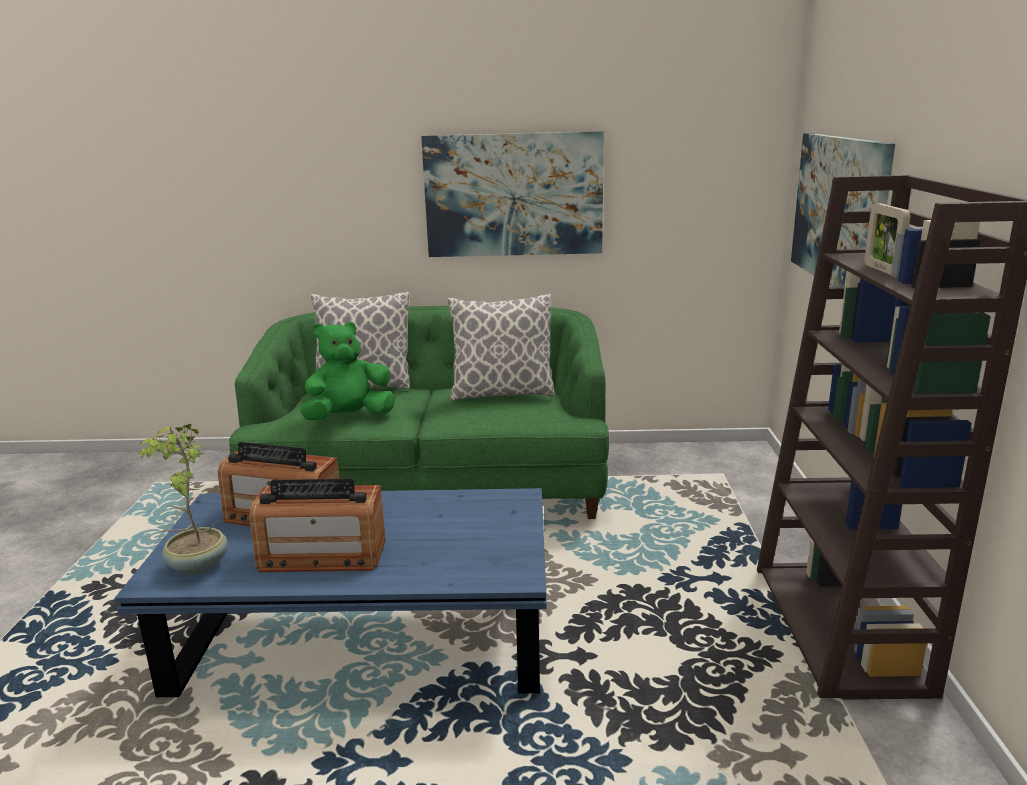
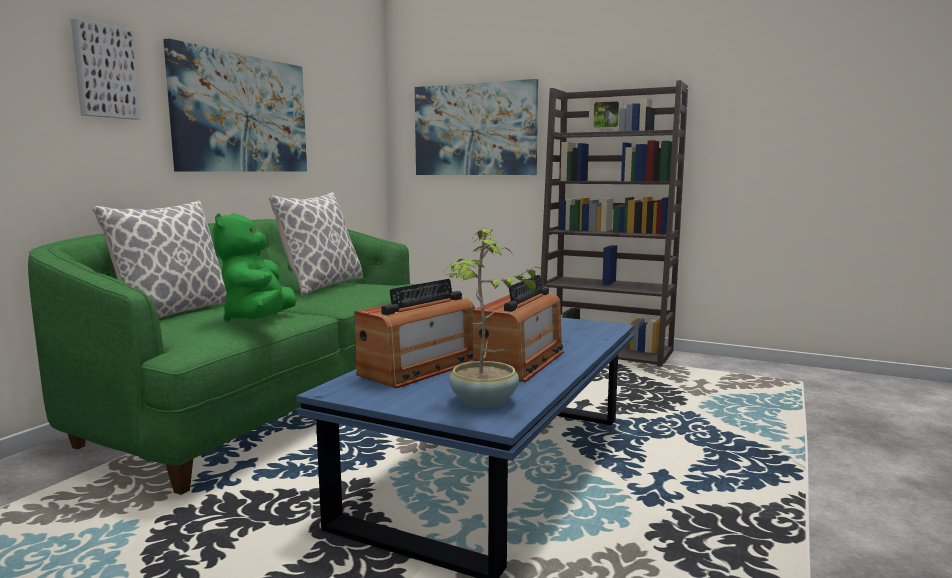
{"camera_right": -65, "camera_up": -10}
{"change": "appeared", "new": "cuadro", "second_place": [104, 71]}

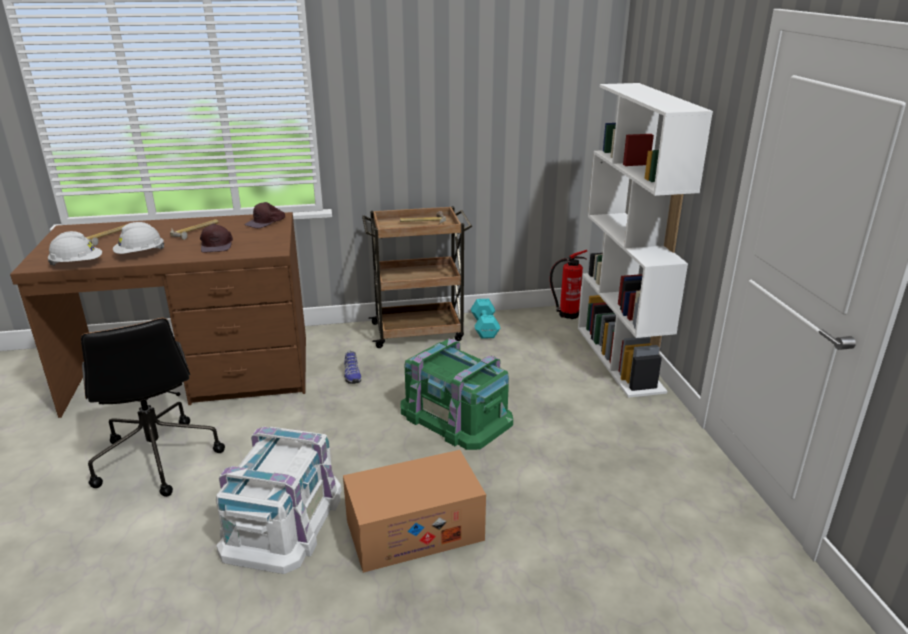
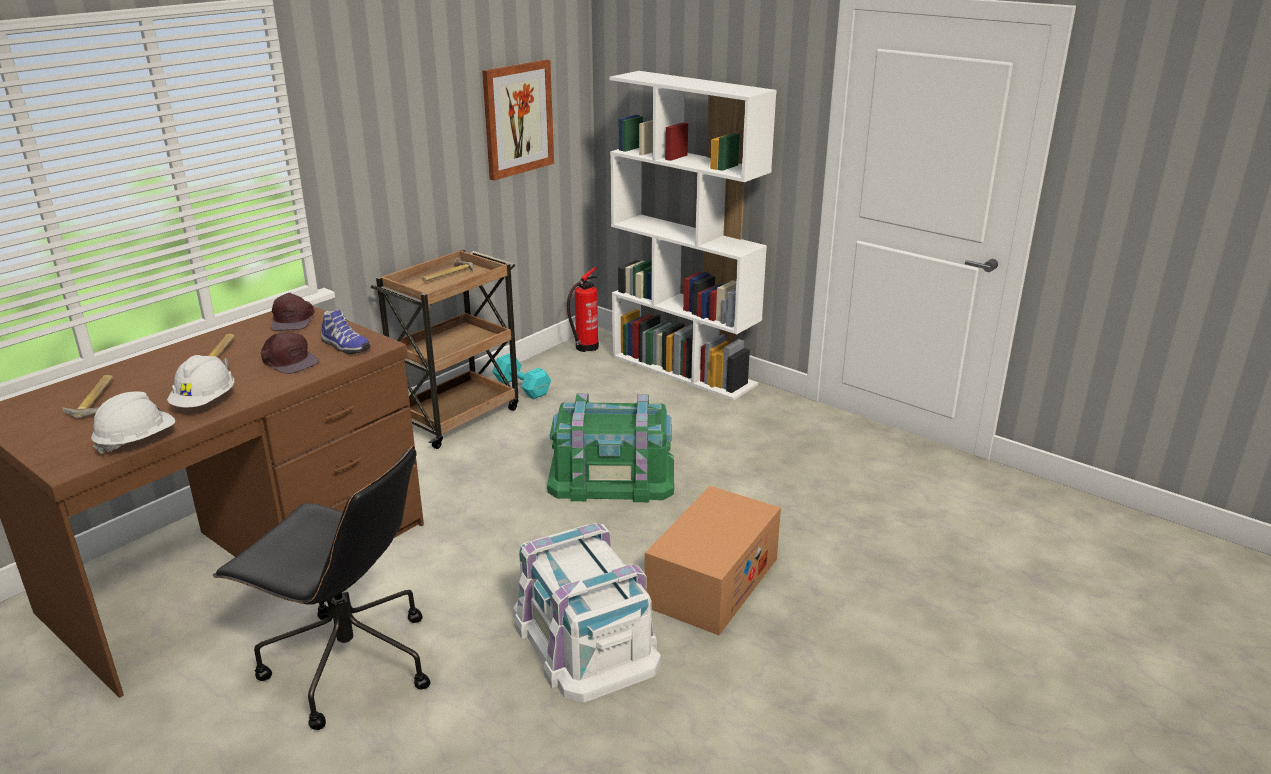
{"camera_right": -40, "camera_up": 0}
{"change": "relocated", "old": "zapato", "first_place": [351, 375], "second_place": [344, 347]}
{"change": "appeared", "new": "cuadro", "second_place": [517, 119]}

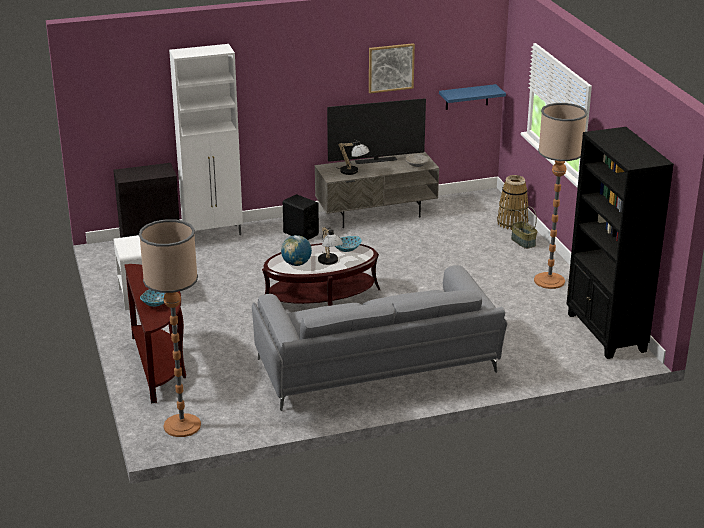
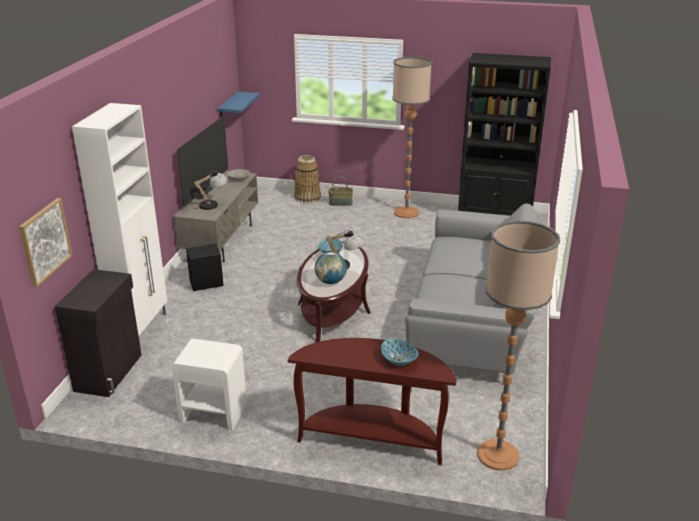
{"camera_right": -60, "camera_up": 0}
{"change": "relocated", "old": "cuadro", "first_place": [391, 67], "second_place": [45, 241]}

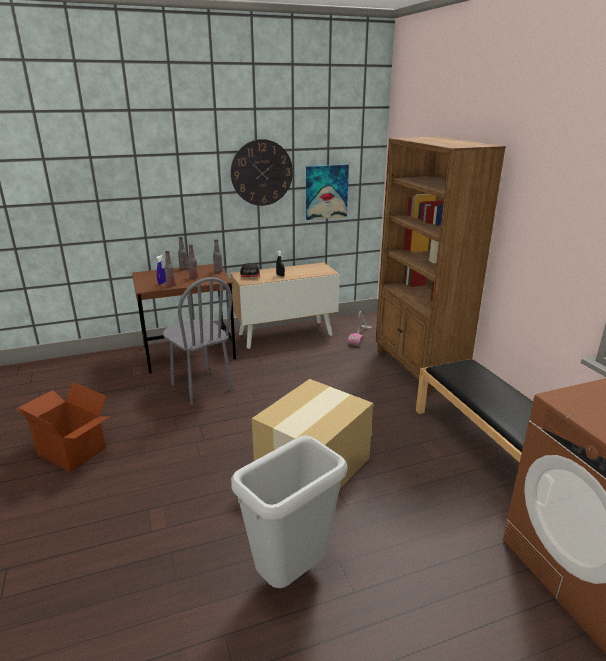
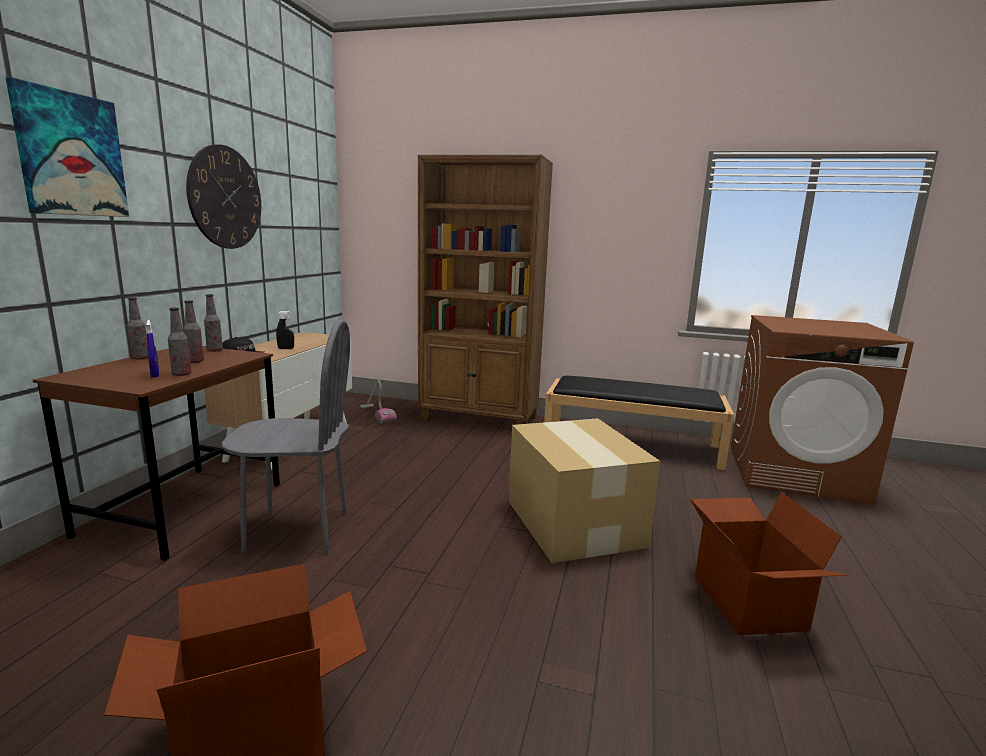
{"camera_right": -55, "camera_up": -10}
{"change": "relocated", "old": "cuadro", "first_place": [326, 192], "second_place": [70, 155]}
{"change": "exchanged", "old": "papelera (gris)", "new": "caja de cartón", "first_place": [291, 576], "second_place": [746, 603]}

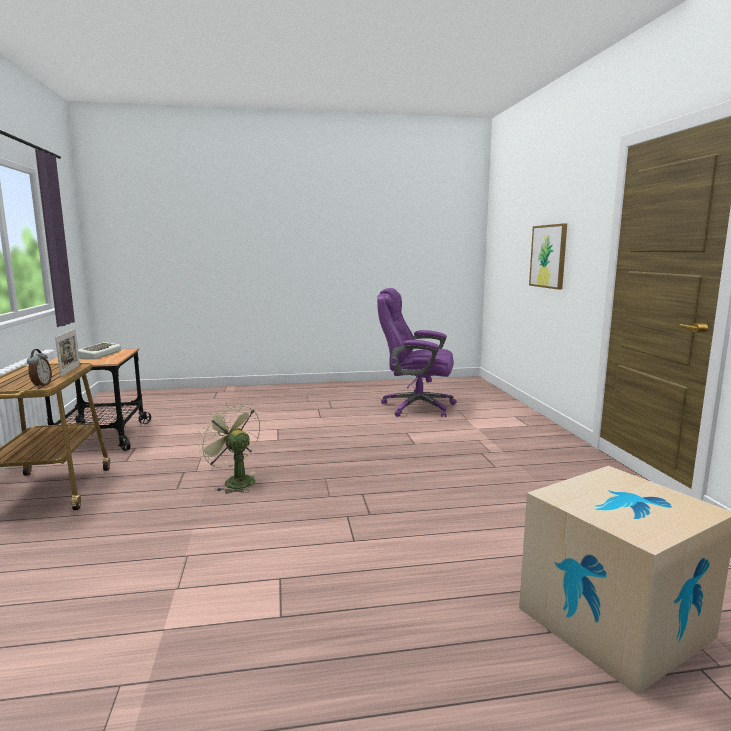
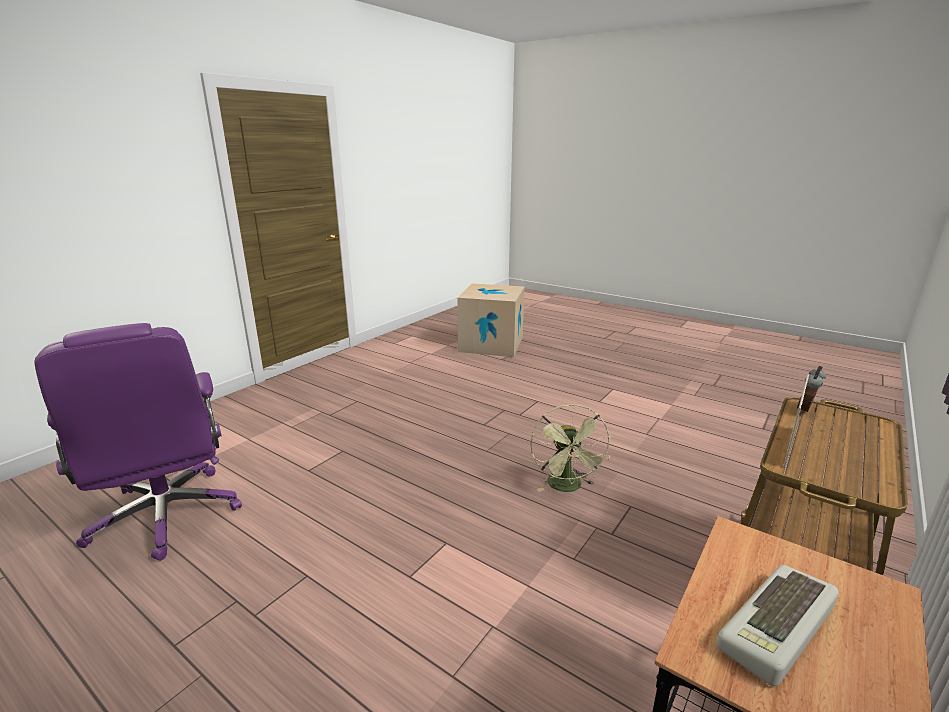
{"camera_right": -135, "camera_up": 10}
{"change": "missing", "old": "cuadro", "first_place": [548, 256]}

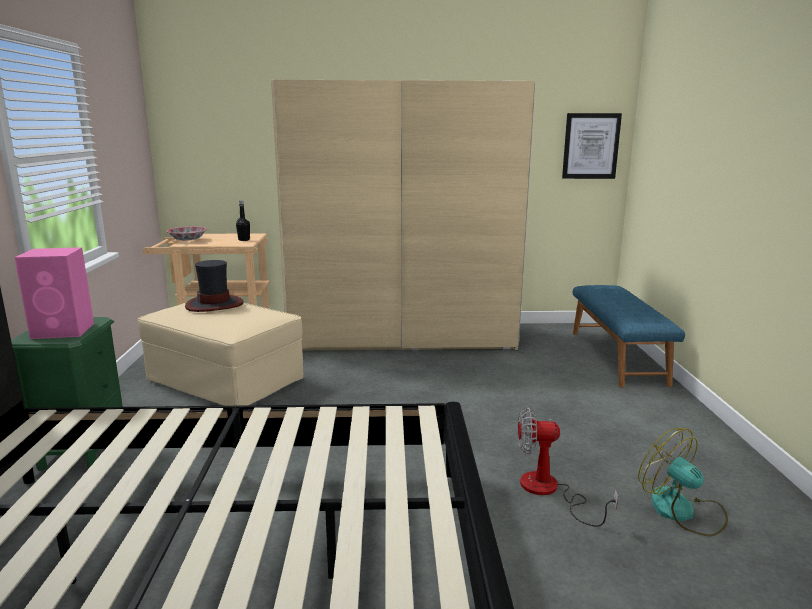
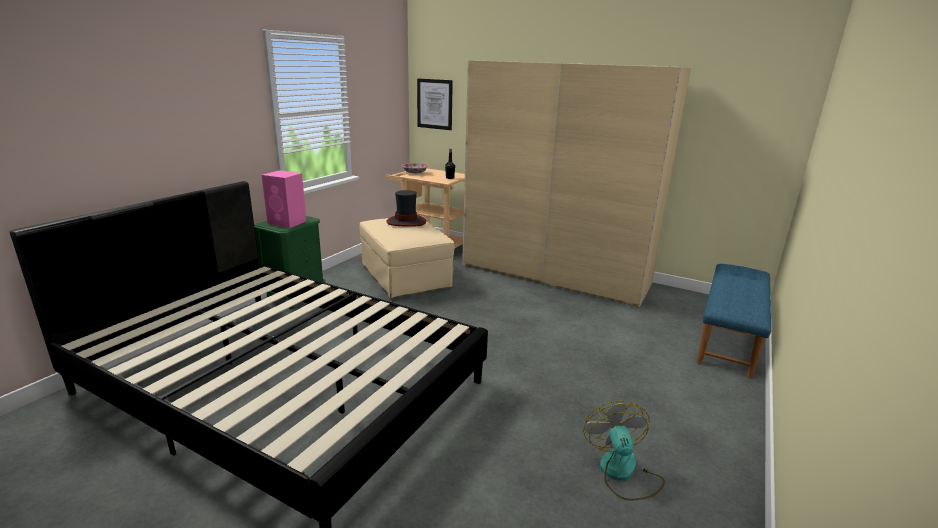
{"camera_right": 30, "camera_up": 5}
{"change": "relocated", "old": "cuadro", "first_place": [591, 146], "second_place": [435, 104]}
{"change": "missing", "old": "ventilador", "first_place": [549, 491]}

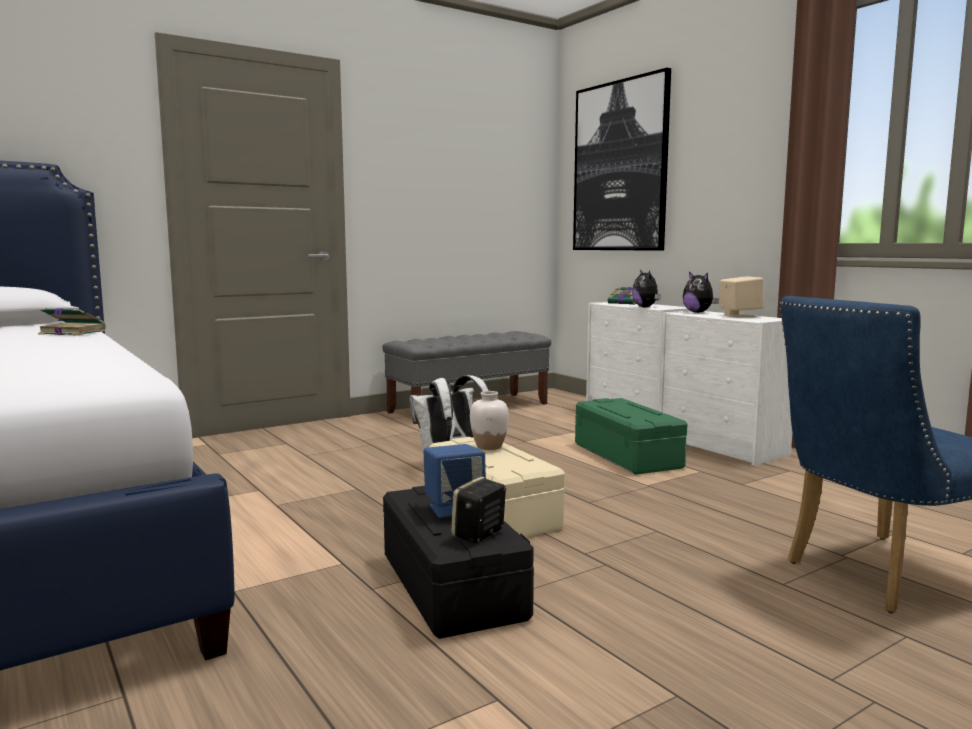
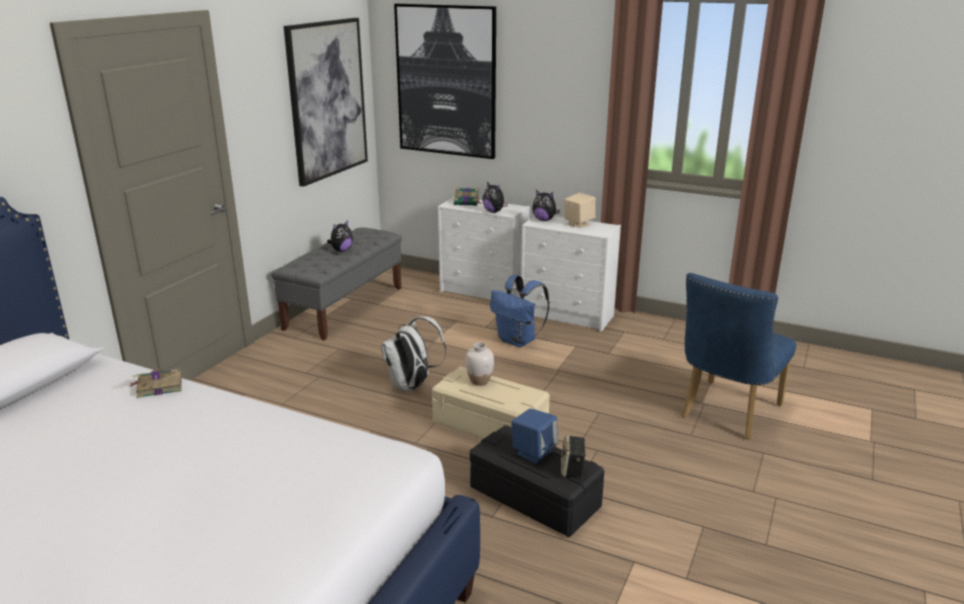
{"camera_right": -30, "camera_up": 15}
{"change": "appeared", "new": "cuadro", "second_place": [327, 100]}
{"change": "appeared", "new": "peluche", "second_place": [341, 250]}
{"change": "exchanged", "old": "caja de almacenaje (verde)", "new": "mochila (azul)", "first_place": [628, 455], "second_place": [518, 341]}

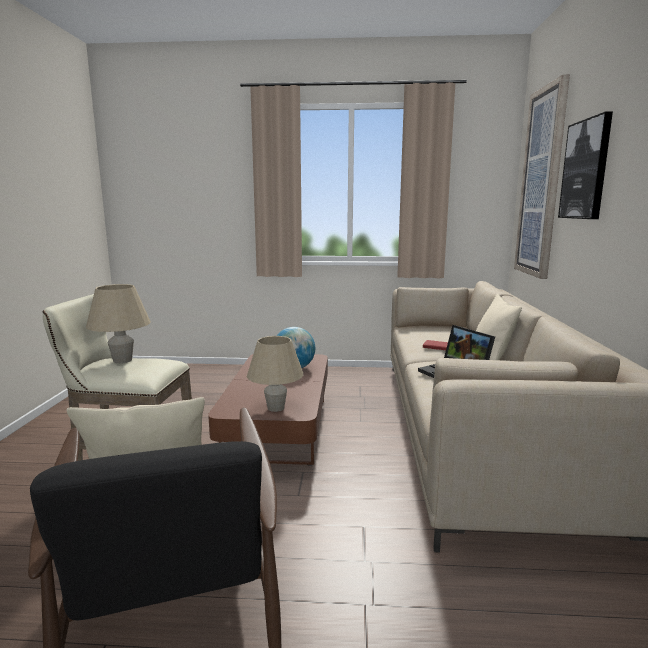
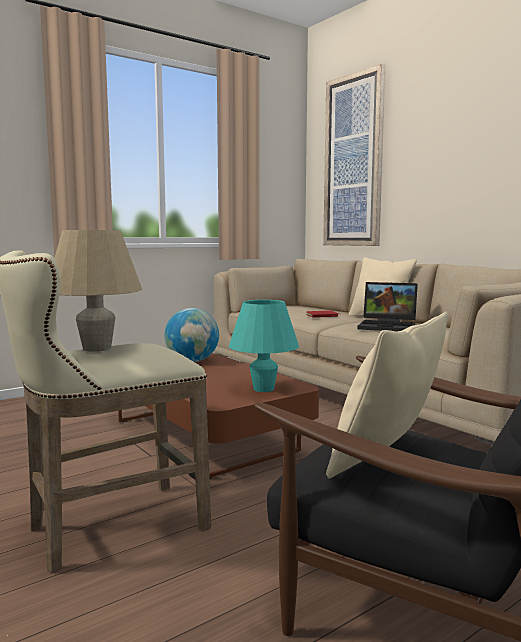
{"camera_right": -40, "camera_up": -5}
{"change": "colour", "old": "lámpara de mesa (beis)", "new": "lámpara de mesa (turquesa)", "first_place": [275, 408], "second_place": [263, 389]}
{"change": "missing", "old": "cuadro", "first_place": [586, 169]}

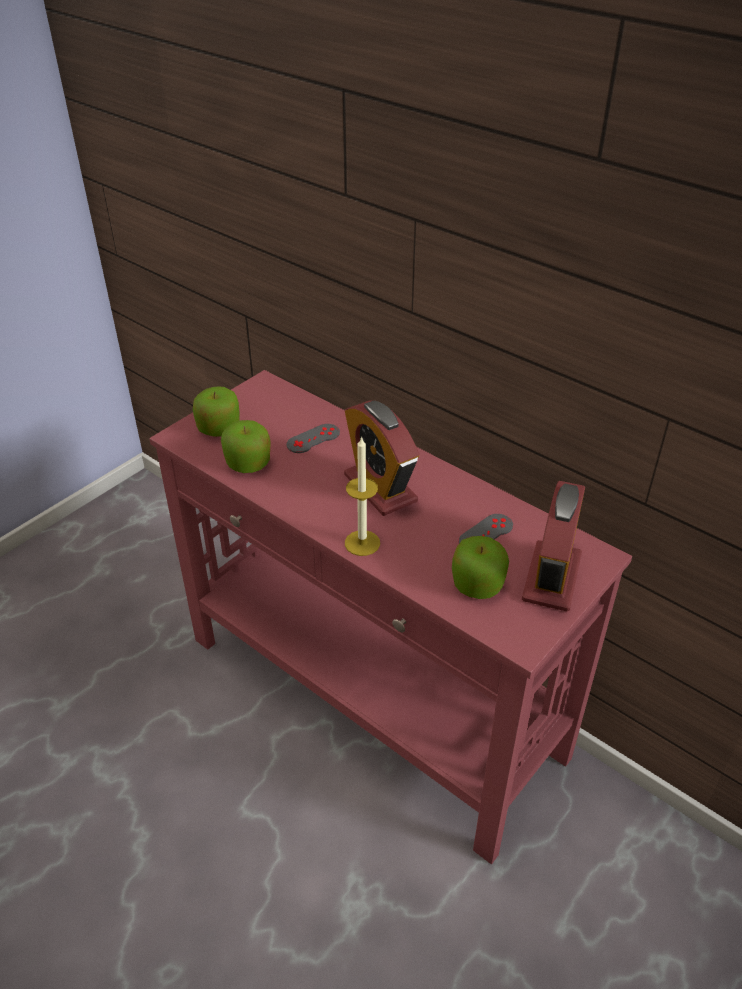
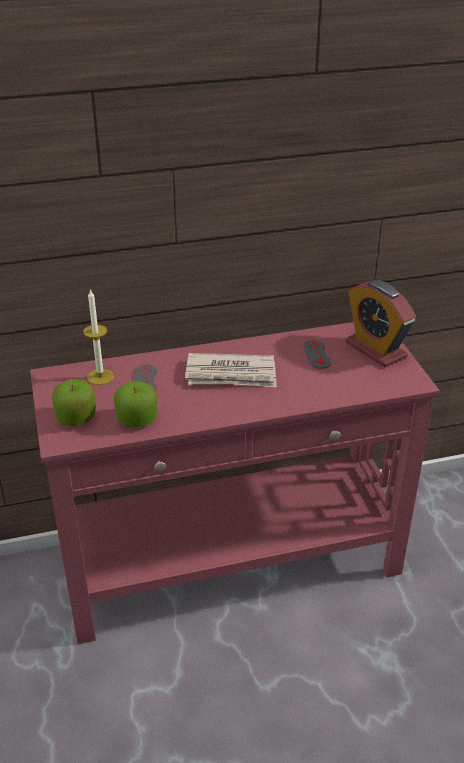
{"camera_right": -55, "camera_up": -5}
{"change": "relocated", "old": "vela", "first_place": [362, 543], "second_place": [100, 376]}
{"change": "exchanged", "old": "despertador", "new": "periódico", "first_place": [380, 488], "second_place": [231, 374]}
{"change": "missing", "old": "manzana", "first_place": [478, 584]}

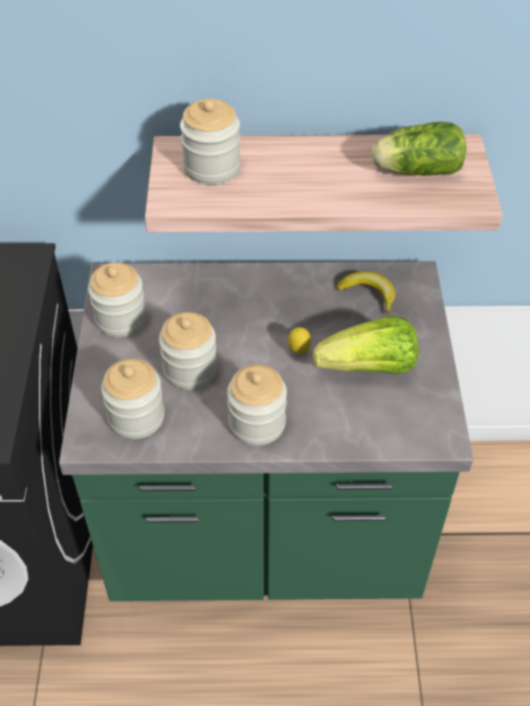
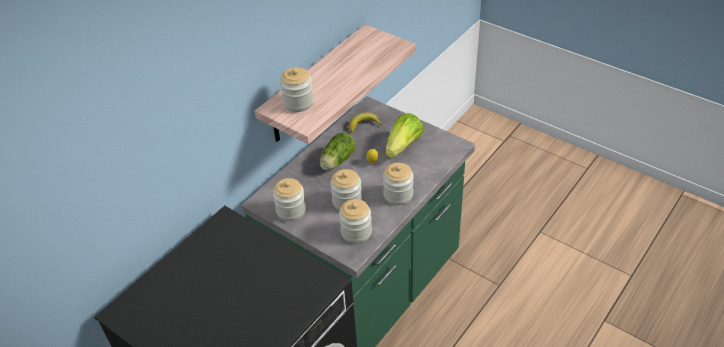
{"camera_right": -50, "camera_up": -5}
{"change": "relocated", "old": "lechuga", "first_place": [414, 170], "second_place": [336, 161]}

